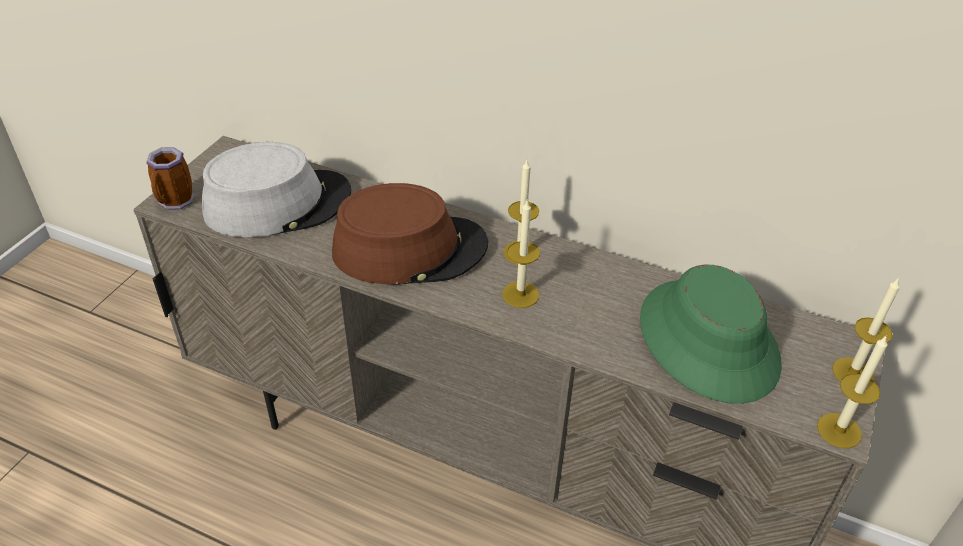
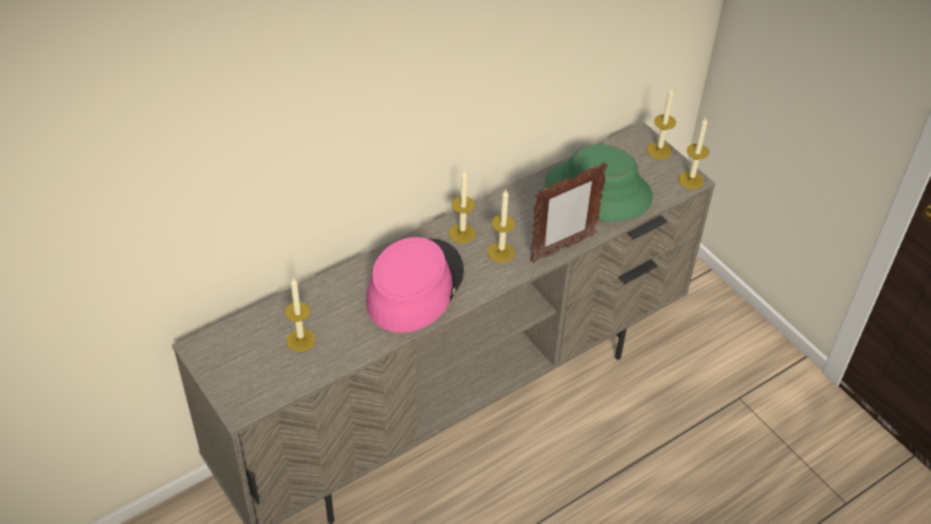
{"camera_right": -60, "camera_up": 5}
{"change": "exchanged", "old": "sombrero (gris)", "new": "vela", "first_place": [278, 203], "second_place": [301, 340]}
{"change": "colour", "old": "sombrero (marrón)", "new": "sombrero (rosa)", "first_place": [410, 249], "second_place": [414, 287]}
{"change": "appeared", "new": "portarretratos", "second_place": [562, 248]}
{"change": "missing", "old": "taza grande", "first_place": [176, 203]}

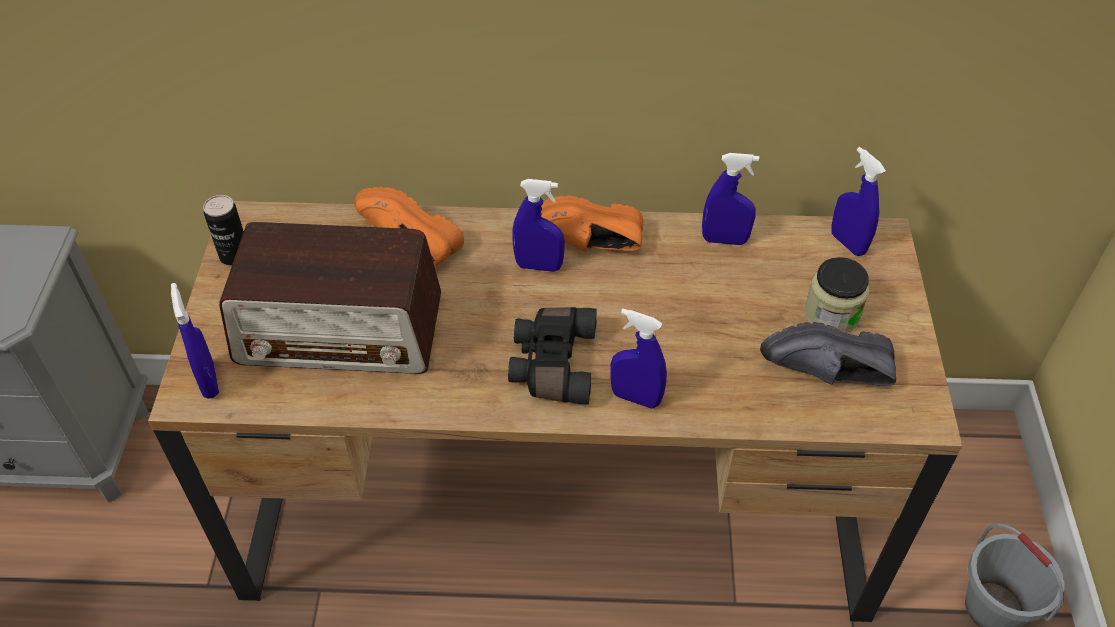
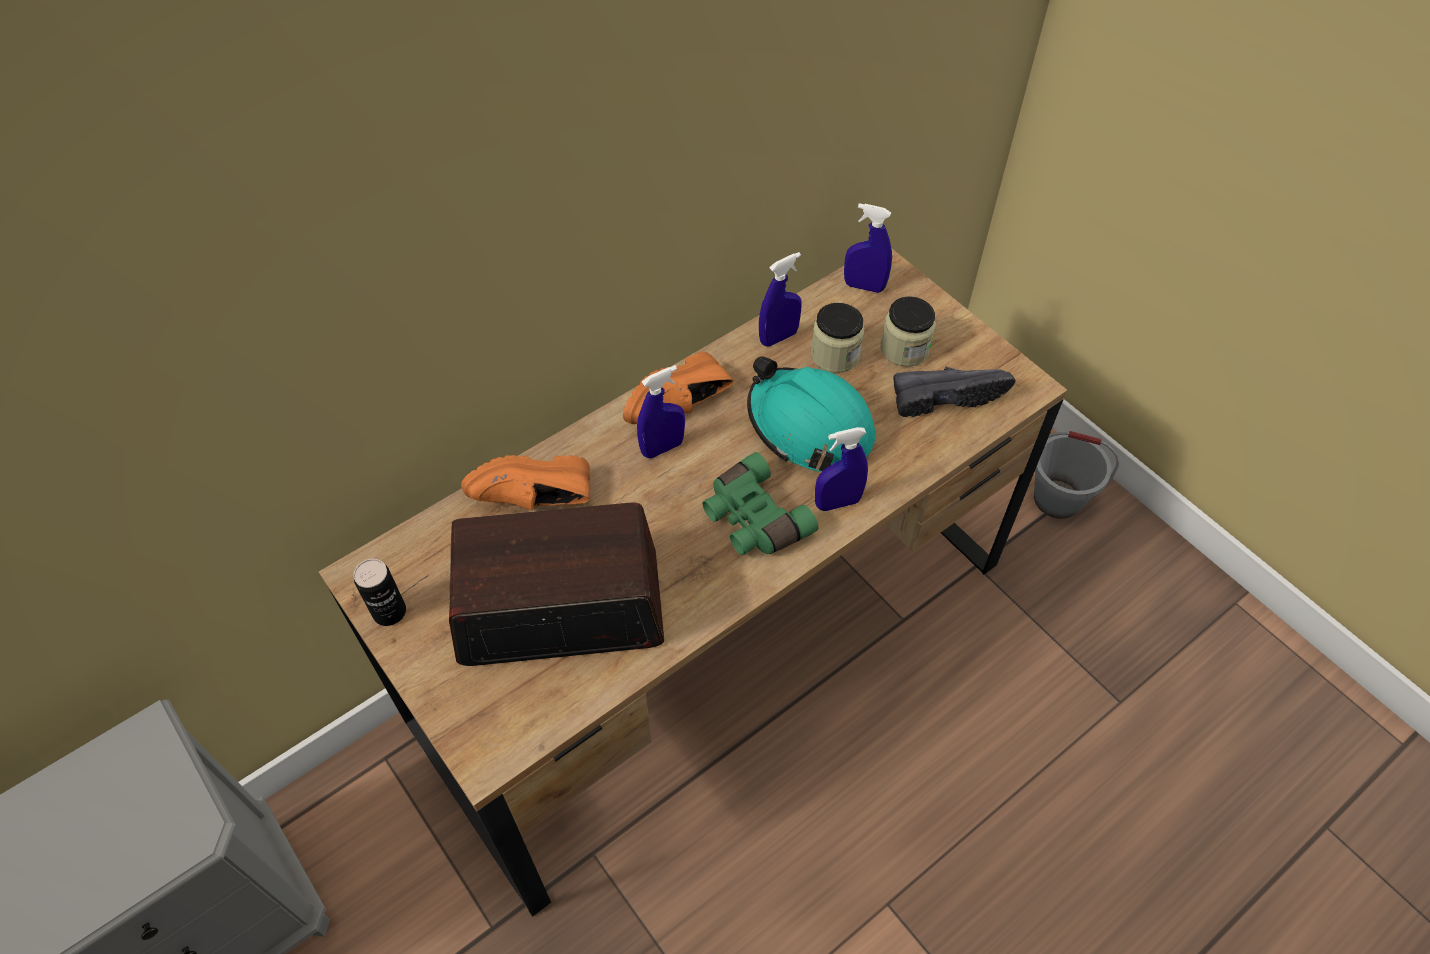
{"camera_right": -40, "camera_up": 5}
{"change": "spun", "old": "radio", "first_place": [341, 330], "second_place": [559, 609], "degrees": -150}
{"change": "colour", "old": "prismáticos (negro)", "new": "prismáticos (verde)", "first_place": [551, 364], "second_place": [752, 519]}
{"change": "appeared", "new": "casco (turquesa)", "second_place": [809, 427]}
{"change": "appeared", "new": "tarro", "second_place": [835, 355]}
{"change": "spun", "old": "zapato (negro)", "first_place": [828, 376], "second_place": [945, 396], "degrees": -150}
{"change": "missing", "old": "pulverizador (azul)", "first_place": [209, 381]}

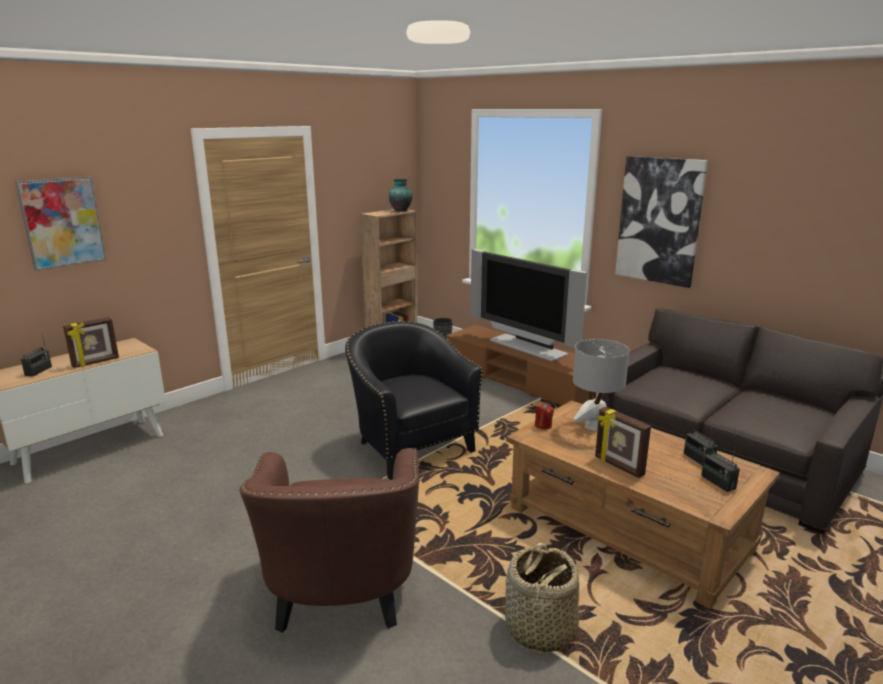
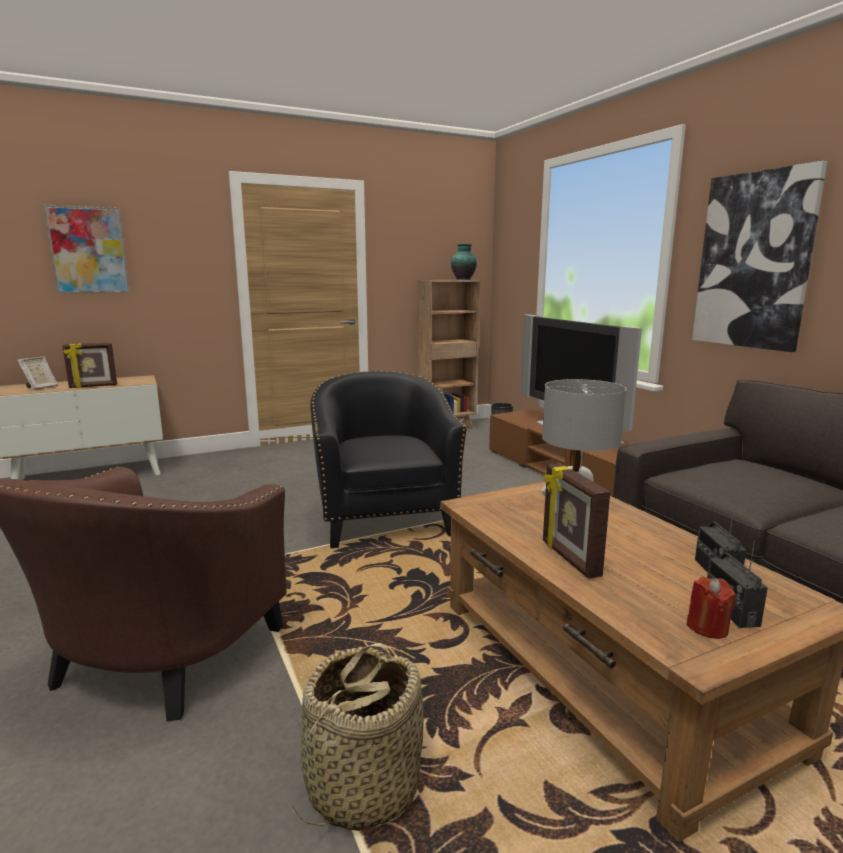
{"camera_right": 20, "camera_up": -5}
{"change": "exchanged", "old": "radio", "new": "portarretratos", "first_place": [38, 371], "second_place": [40, 387]}
{"change": "relocated", "old": "vela (rojo)", "first_place": [543, 425], "second_place": [707, 627]}

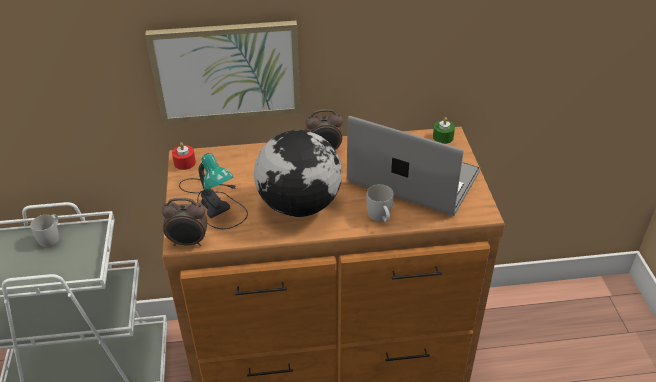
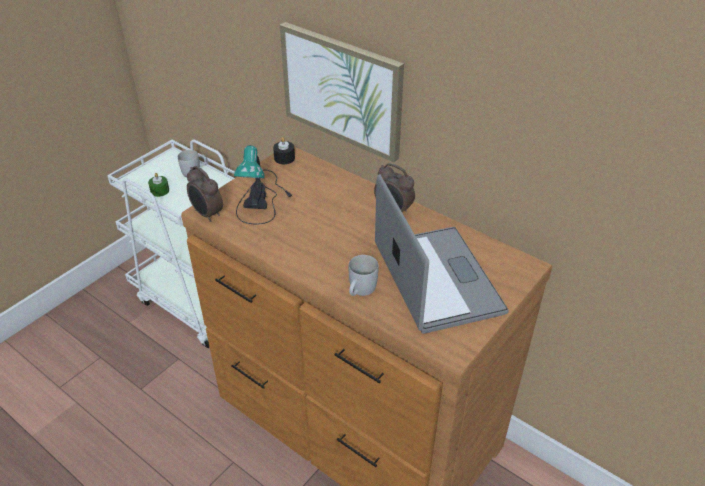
{"camera_right": 45, "camera_up": 0}
{"change": "relocated", "old": "vela (verde)", "first_place": [443, 137], "second_place": [160, 191]}
{"change": "colour", "old": "vela (rojo)", "new": "vela (negro)", "first_place": [184, 163], "second_place": [284, 158]}
{"change": "missing", "old": "globo terráqueo", "first_place": [299, 204]}

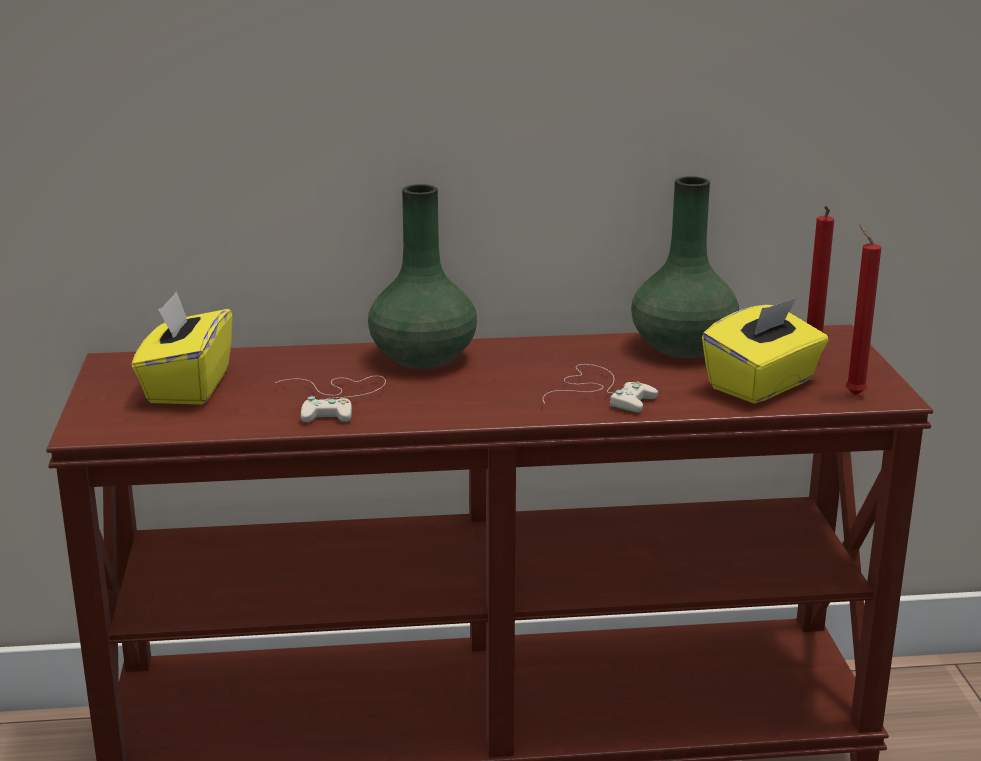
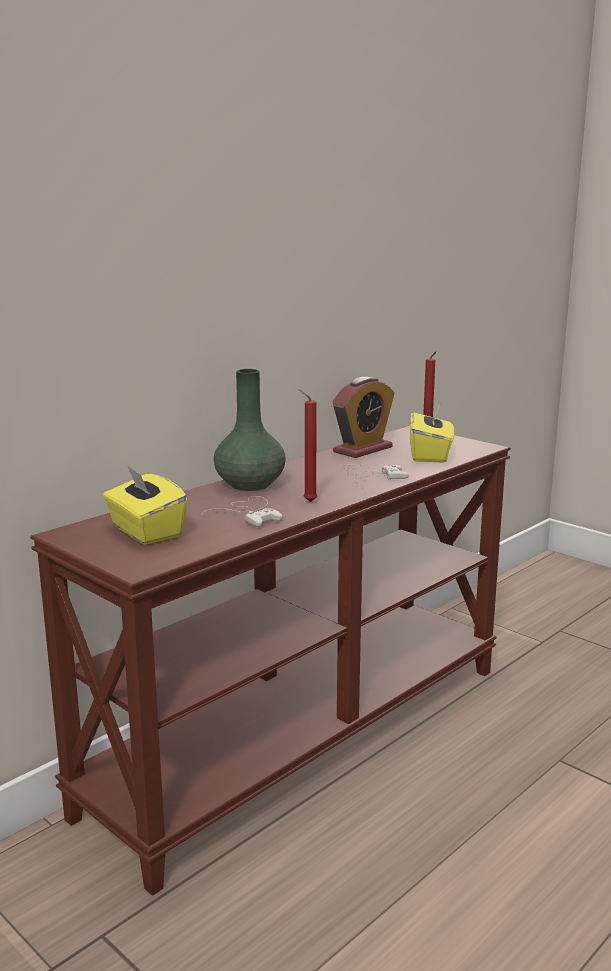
{"camera_right": -40, "camera_up": -5}
{"change": "relocated", "old": "vela (rojo)", "first_place": [852, 394], "second_place": [308, 501]}
{"change": "exchanged", "old": "florero (verde)", "new": "despertador", "first_place": [683, 347], "second_place": [362, 449]}

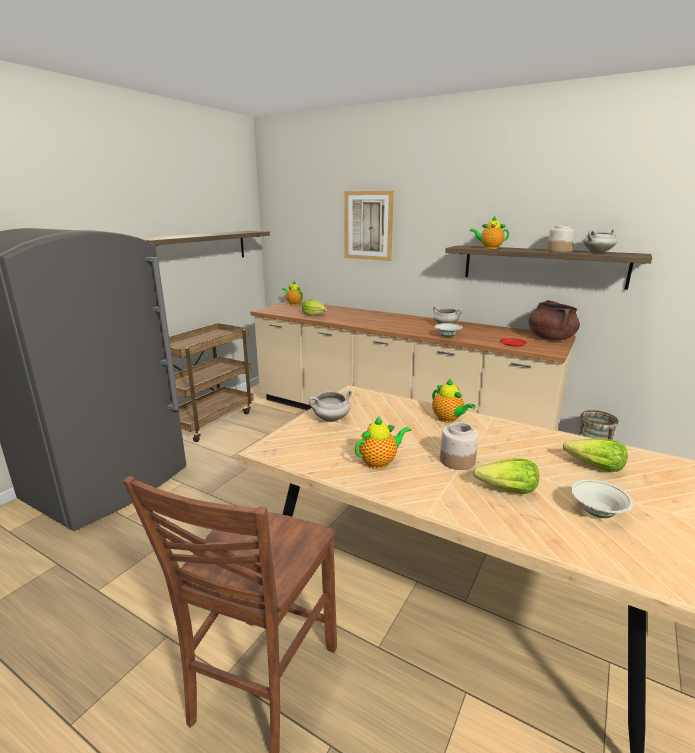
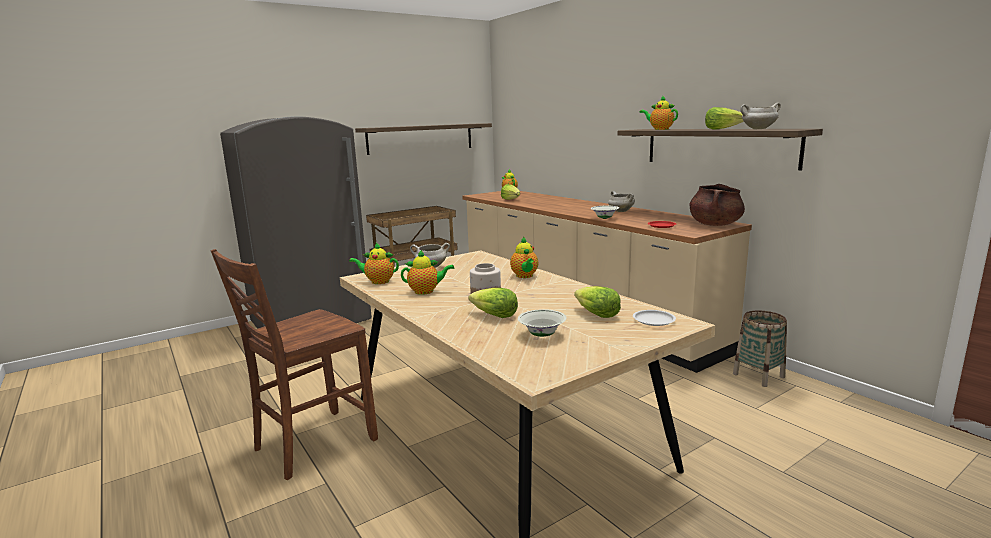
{"camera_right": 25, "camera_up": -5}
{"change": "appeared", "new": "tetera", "second_place": [378, 281]}
{"change": "appeared", "new": "plato (blanco)", "second_place": [654, 320]}
{"change": "exchanged", "old": "tarro", "new": "lechuga", "first_place": [558, 251], "second_place": [722, 129]}
{"change": "missing", "old": "cuadro", "first_place": [368, 225]}

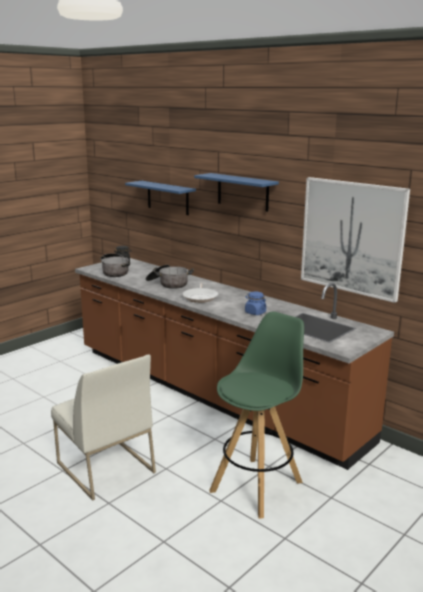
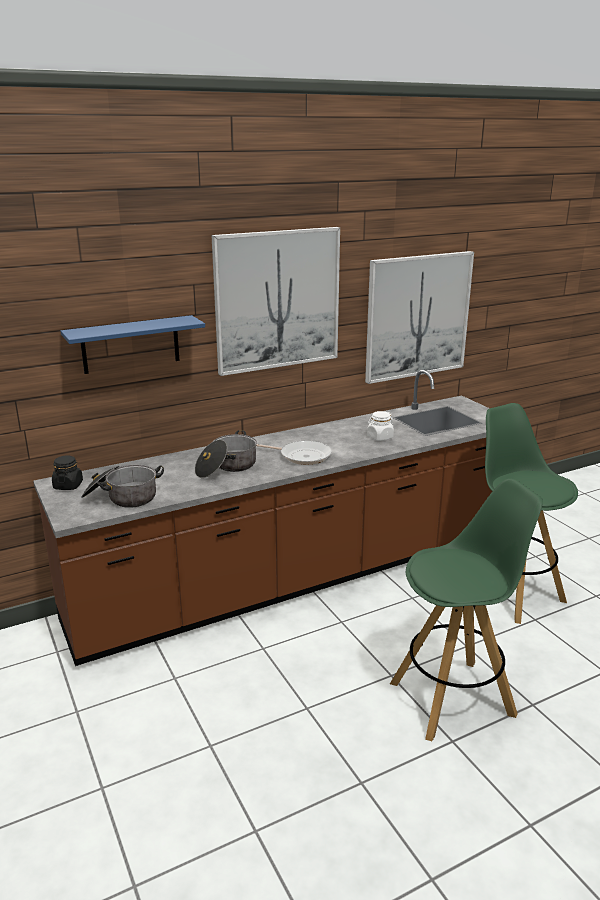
{"camera_right": -70, "camera_up": 5}
{"change": "exchanged", "old": "estante (azul)", "new": "cuadro", "first_place": [243, 192], "second_place": [277, 300]}
{"change": "colour", "old": "tarro (azul)", "new": "tarro (blanco)", "first_place": [255, 312], "second_place": [380, 437]}
{"change": "exchanged", "old": "silla (blanco)", "new": "taburete (verde)", "first_place": [104, 467], "second_place": [453, 698]}

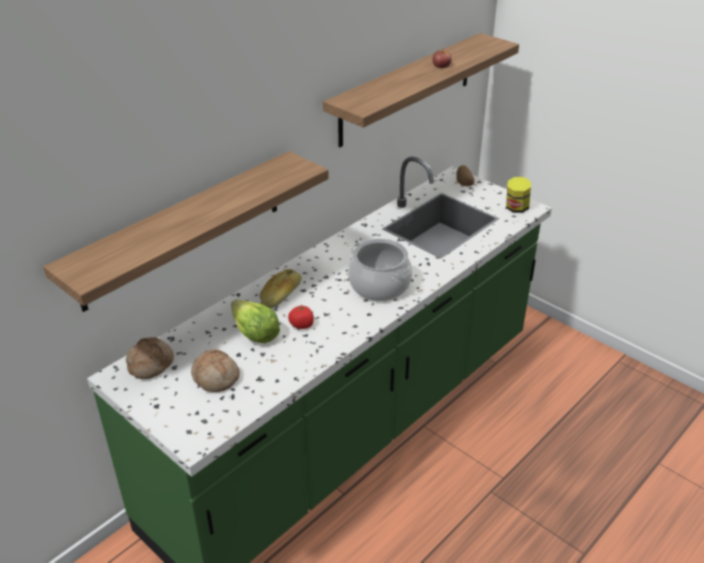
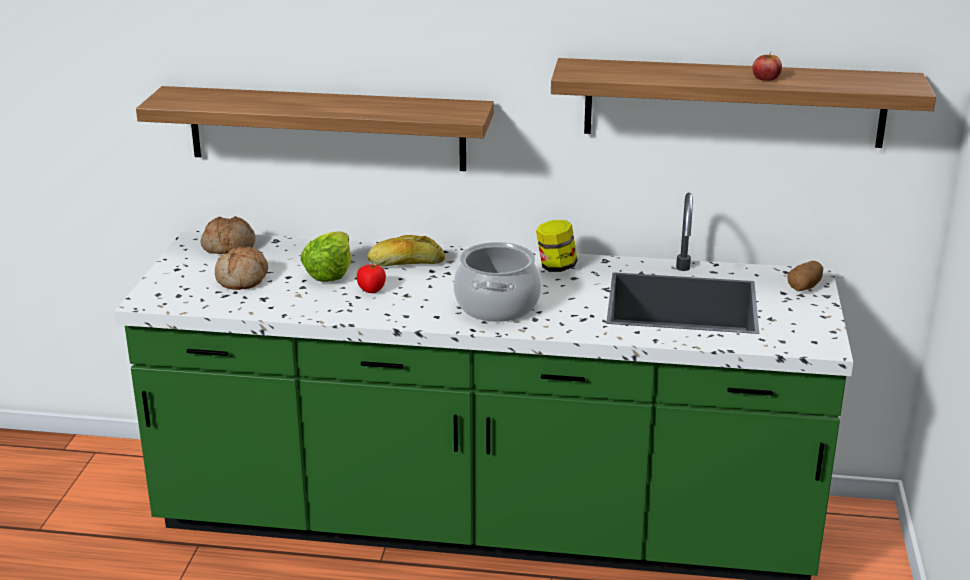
{"camera_right": 55, "camera_up": -10}
{"change": "relocated", "old": "tarro", "first_place": [516, 208], "second_place": [556, 267]}

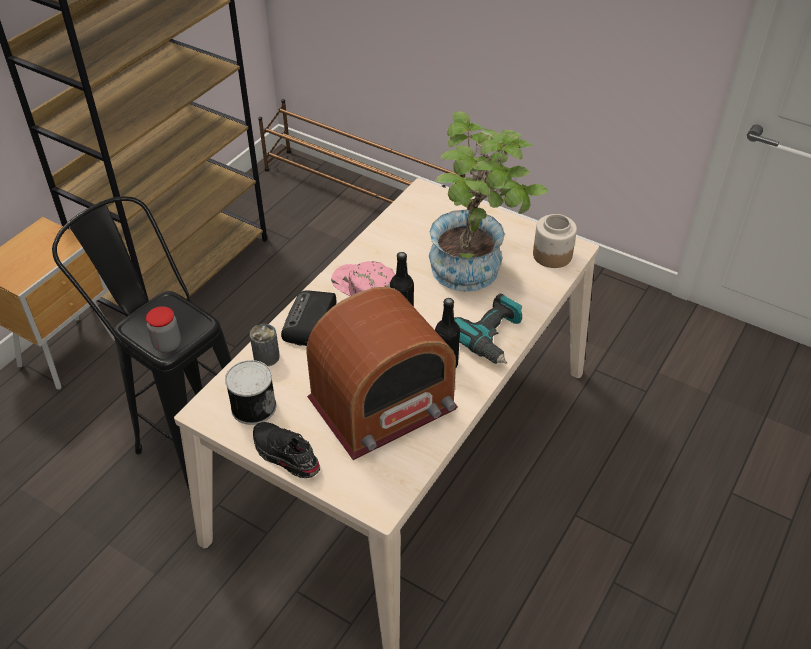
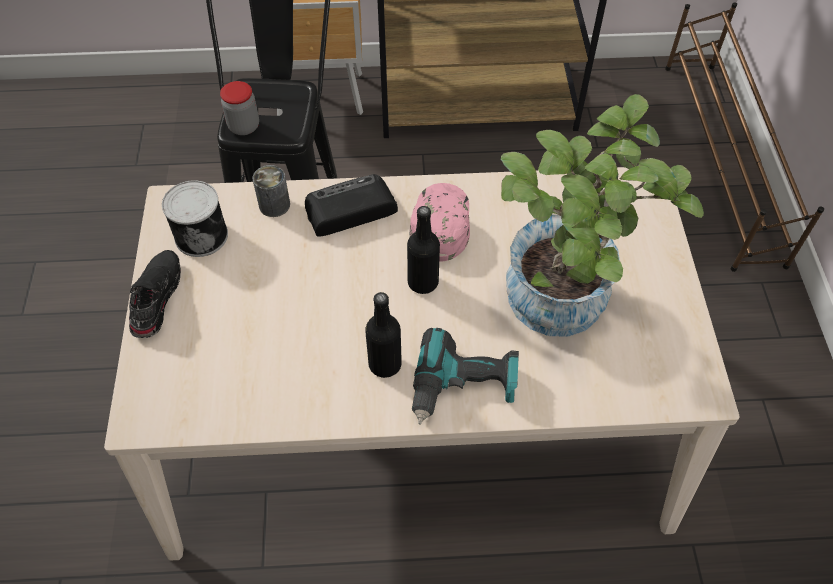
{"camera_right": 55, "camera_up": 10}
{"change": "missing", "old": "radio", "first_place": [383, 405]}
{"change": "missing", "old": "tarro", "first_place": [552, 255]}

